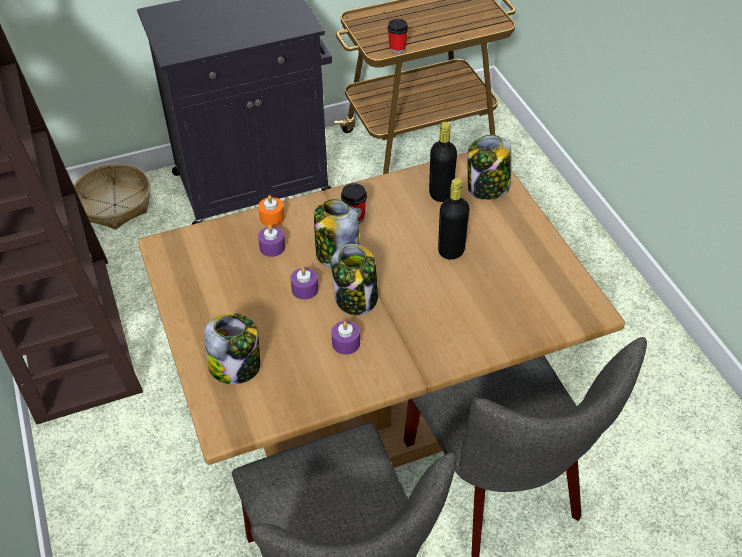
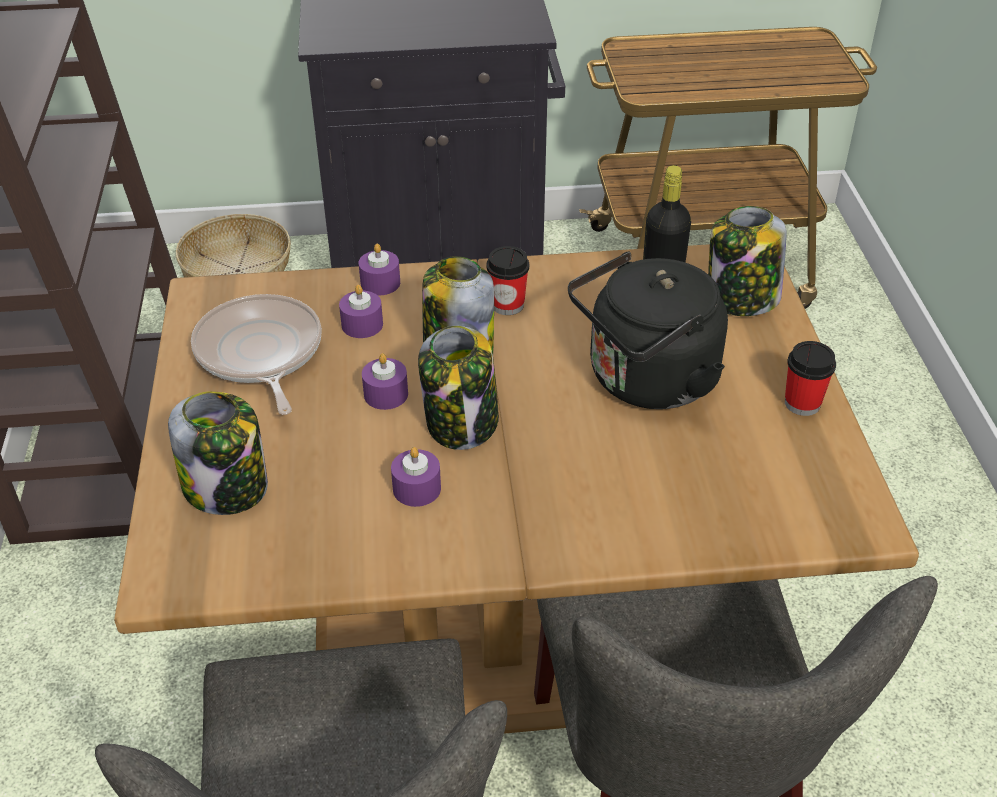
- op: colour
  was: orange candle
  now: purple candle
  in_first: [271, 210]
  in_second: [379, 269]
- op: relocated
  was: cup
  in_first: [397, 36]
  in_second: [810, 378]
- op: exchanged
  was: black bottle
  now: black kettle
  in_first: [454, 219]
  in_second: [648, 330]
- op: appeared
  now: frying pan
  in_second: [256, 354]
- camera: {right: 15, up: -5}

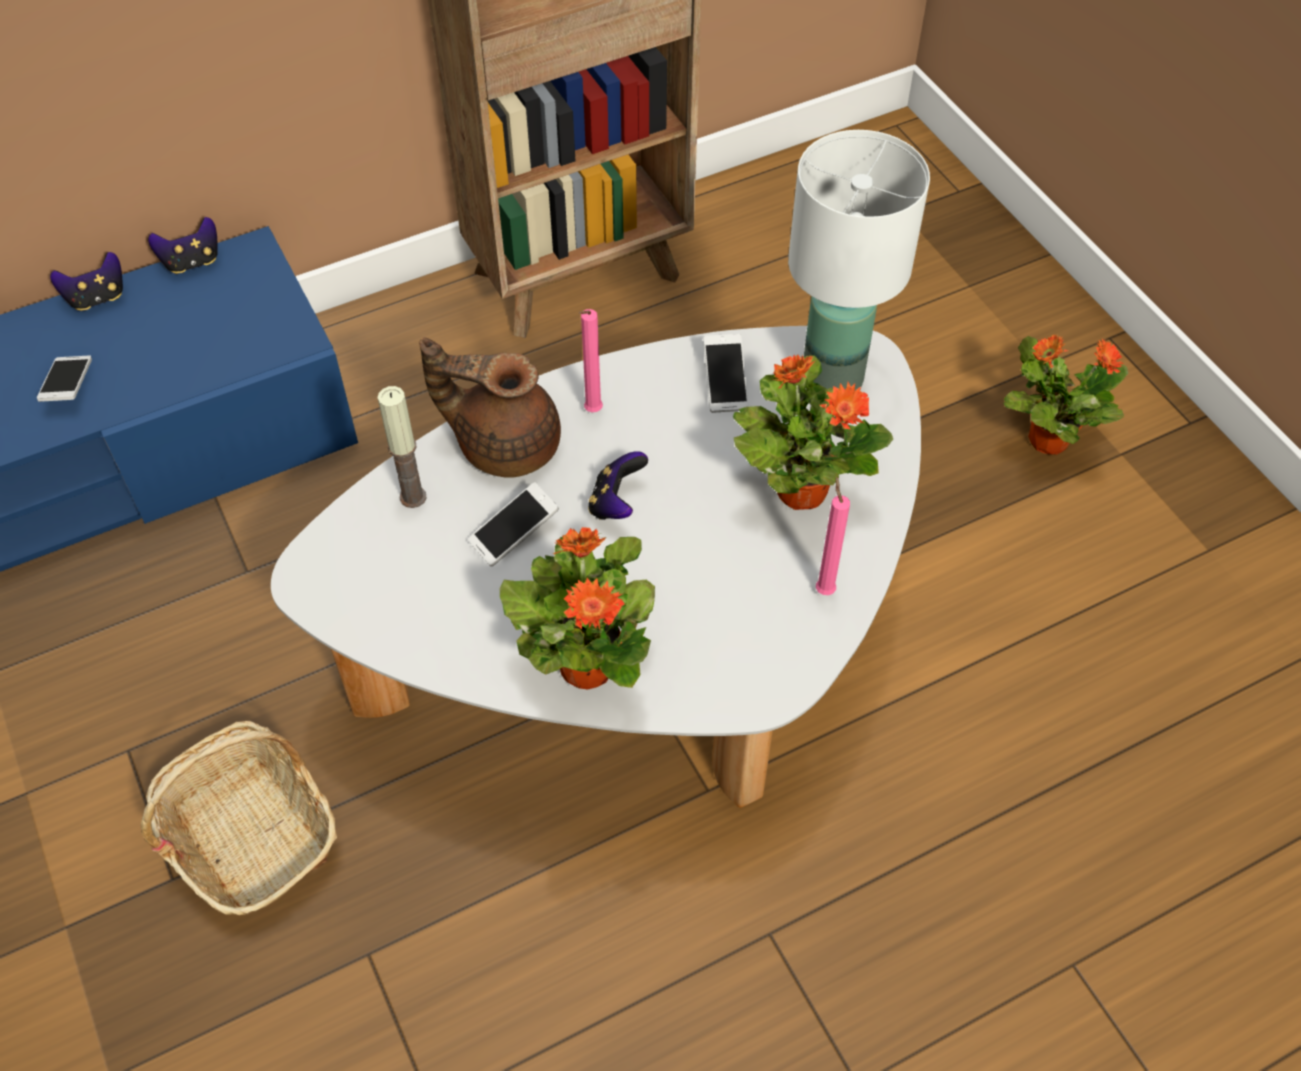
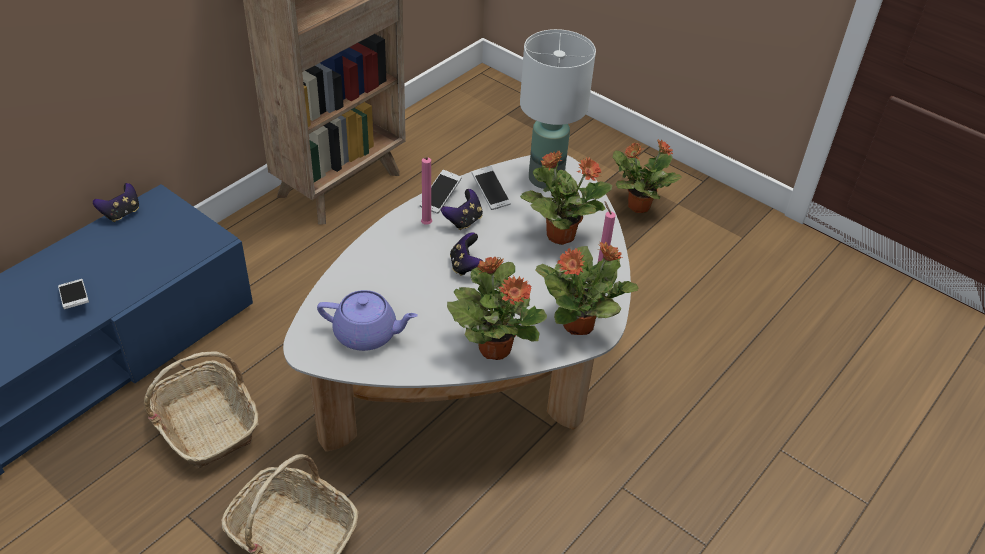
- op: relocated
  was: game controller
  in_first: [86, 281]
  in_second: [462, 209]
- op: missing
  was: candle
  in_first: [402, 447]
- op: missing
  was: brown teapot
  in_first: [490, 407]
- op: relocated
  was: phone
  in_first: [513, 524]
  in_second: [440, 192]
- op: appeared
  now: basket
  in_second: [201, 409]
- op: appeared
  now: purple teapot
  in_second: [367, 320]
- op: appeared
  now: potted plant
  in_second: [586, 288]
- camera: {right: -25, up: -10}

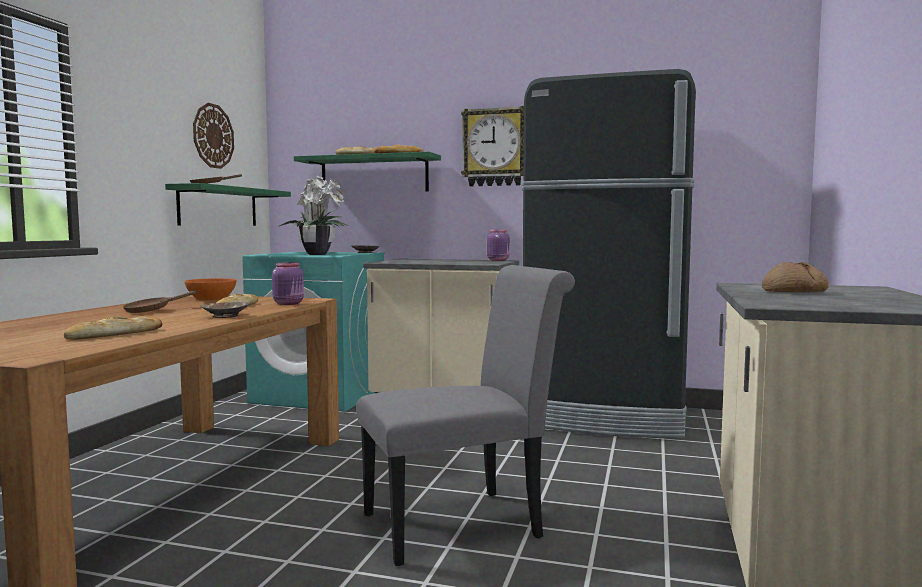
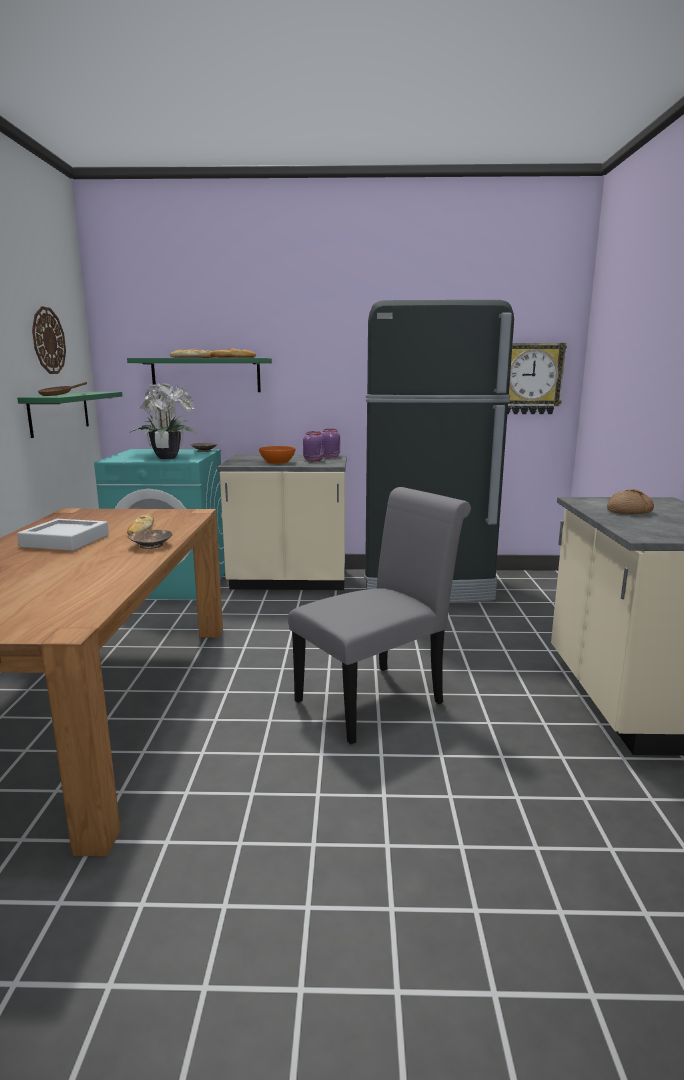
- op: missing
  was: bread
  in_first: [113, 327]
- op: exchanged
  was: brown frying pan
  now: grey tray
  in_first: [160, 302]
  in_second: [63, 535]
- op: relocated
  was: orange bowl
  in_first: [210, 289]
  in_second: [277, 455]
- op: relocated
  was: purple jar
  in_first: [288, 283]
  in_second: [313, 446]
- op: relocated
  was: wall clock
  in_first: [492, 146]
  in_second: [537, 378]
- camera: {right: -15, up: 10}

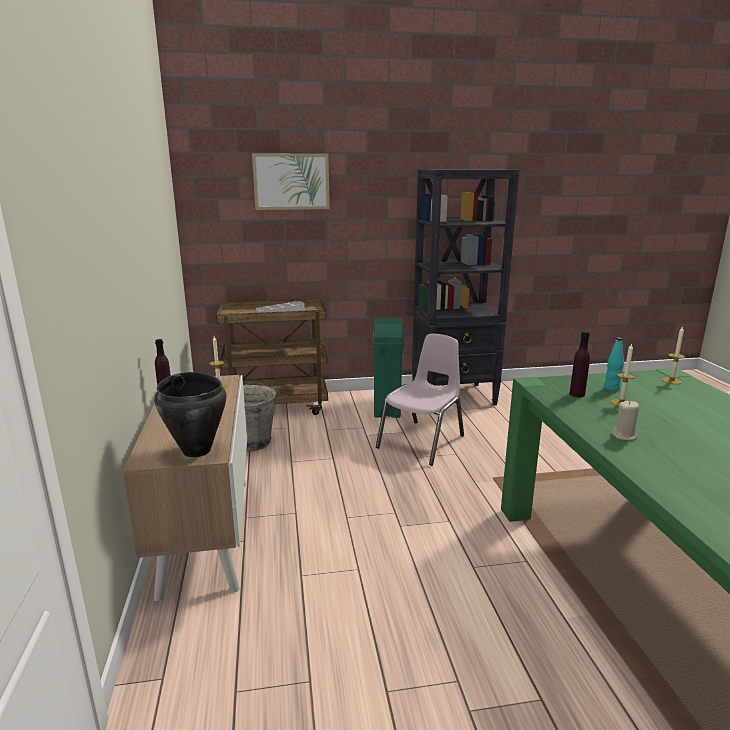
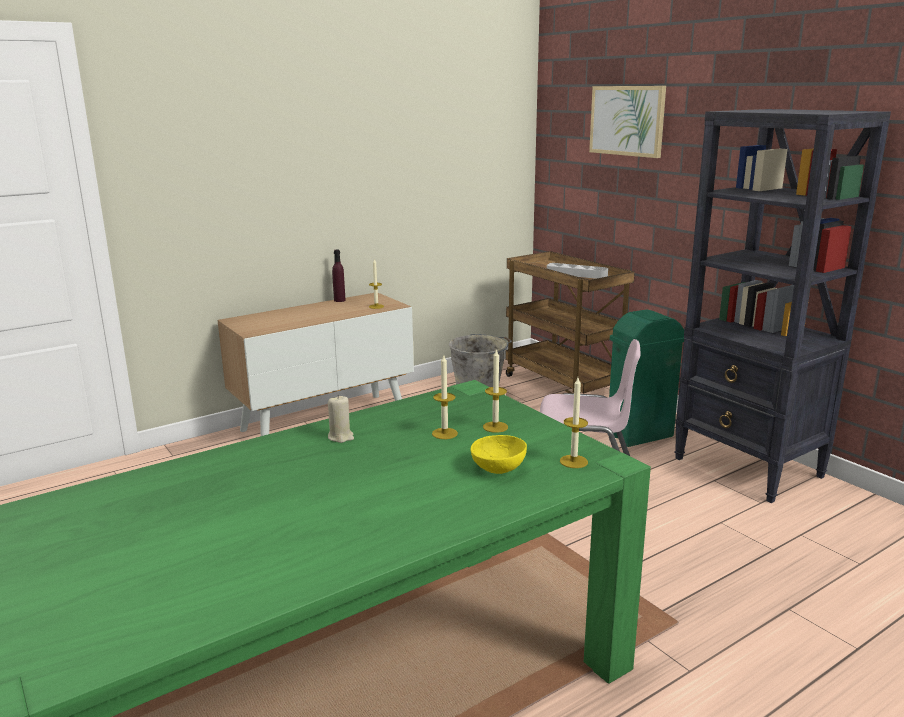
- op: missing
  was: black cooking pot
  in_first: [190, 414]
- op: missing
  was: purple bottle
  in_first: [579, 364]
- op: exchanged
  was: turquoise bottle
  now: candle
  in_first: [614, 364]
  in_second: [495, 391]
- op: appeared
  now: yellow bowl
  in_second: [498, 454]
- camera: {right: 65, up: 0}

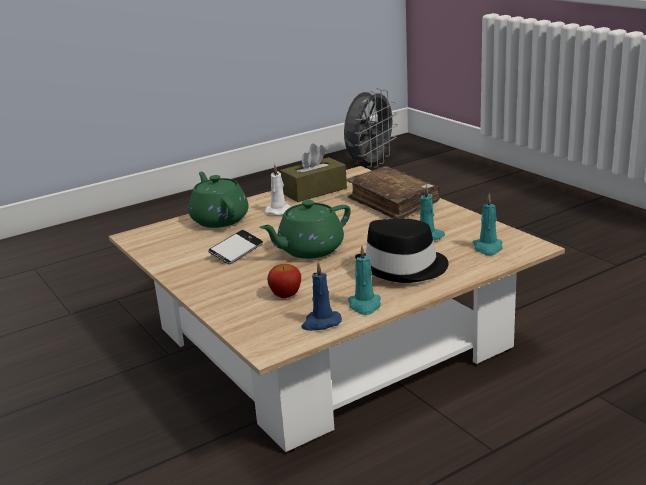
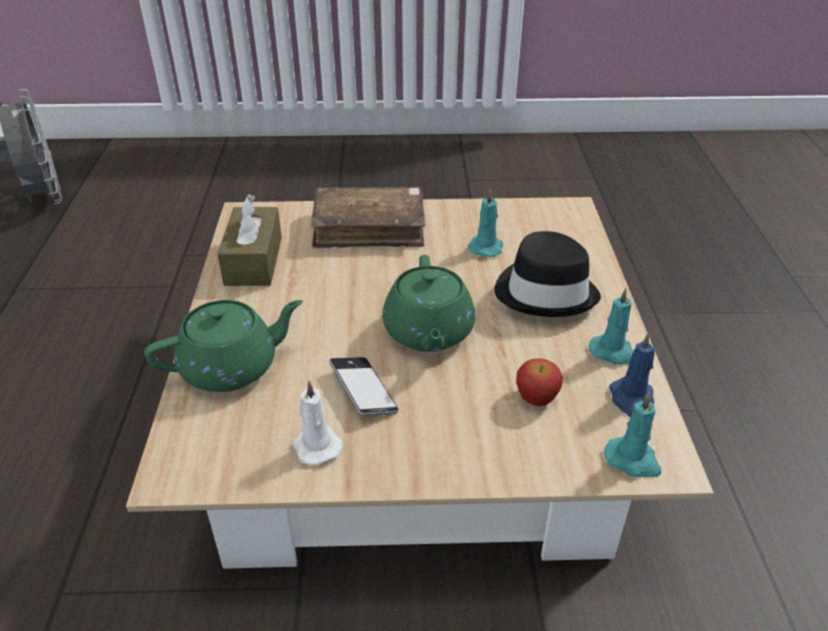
- op: spun
  was: green teapot
  in_first: [218, 200]
  in_second: [223, 346]
  clockwise: 150
- op: relocated
  was: white candle
  in_first: [278, 189]
  in_second: [318, 423]
- op: relocated
  was: turquoise candle
  in_first: [488, 224]
  in_second: [632, 434]
- camera: {right: -60, up: 15}

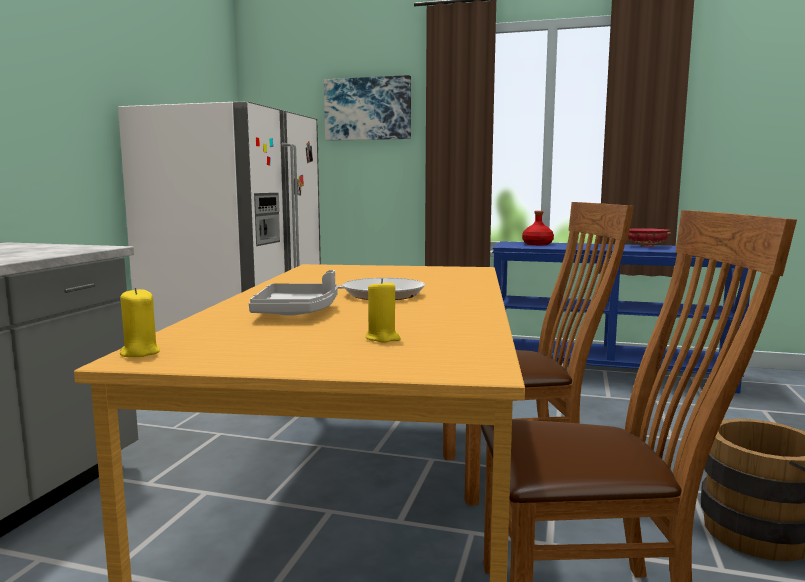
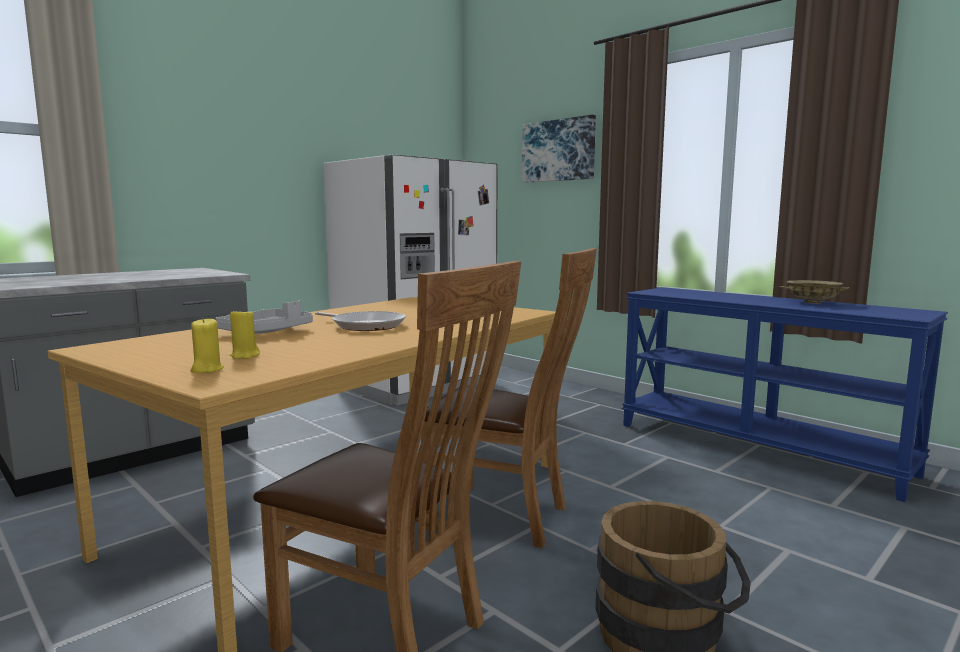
- op: relocated
  was: yellow candle
  in_first: [140, 322]
  in_second: [207, 345]
- op: missing
  was: red bottle
  in_first: [538, 228]
- op: colour
  was: red bowl
  now: beige bowl
  in_first: [649, 237]
  in_second: [814, 292]
- camera: {right: 30, up: 0}

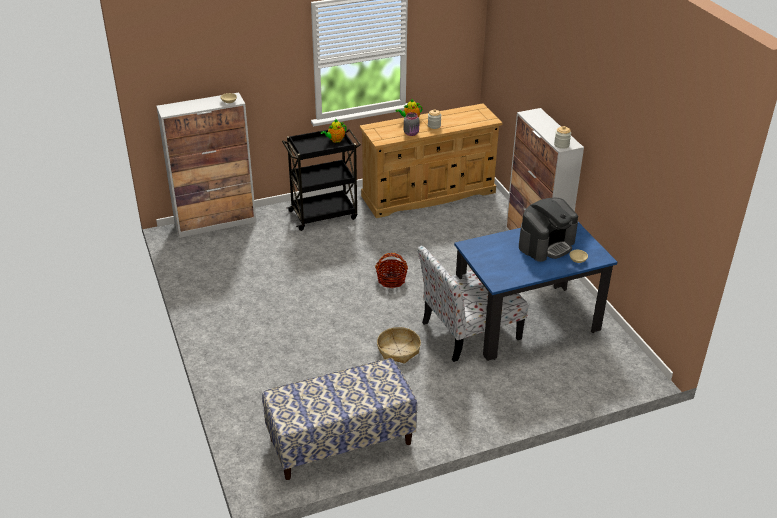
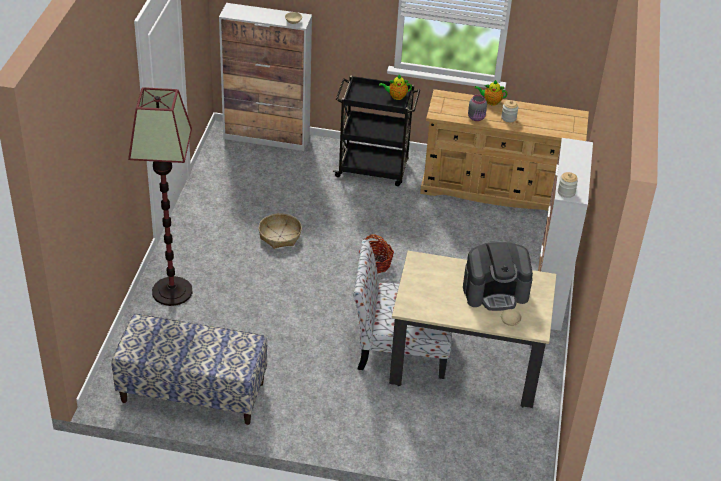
- op: relocated
  was: basket
  in_first: [399, 345]
  in_second: [280, 231]
- op: colour
  was: blue dining table
  now: beige dining table
  in_first: [535, 291]
  in_second: [472, 329]
- op: appeared
  now: floor lamp
  in_second: [160, 196]
- camera: {right: 30, up: 5}

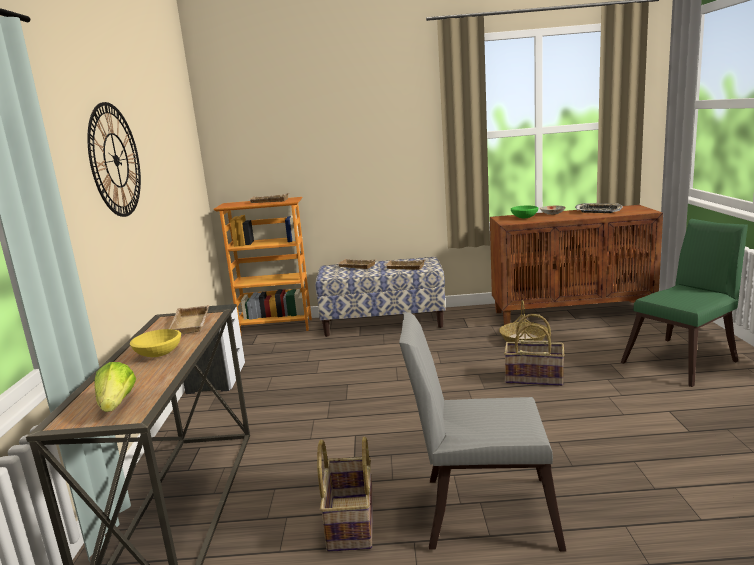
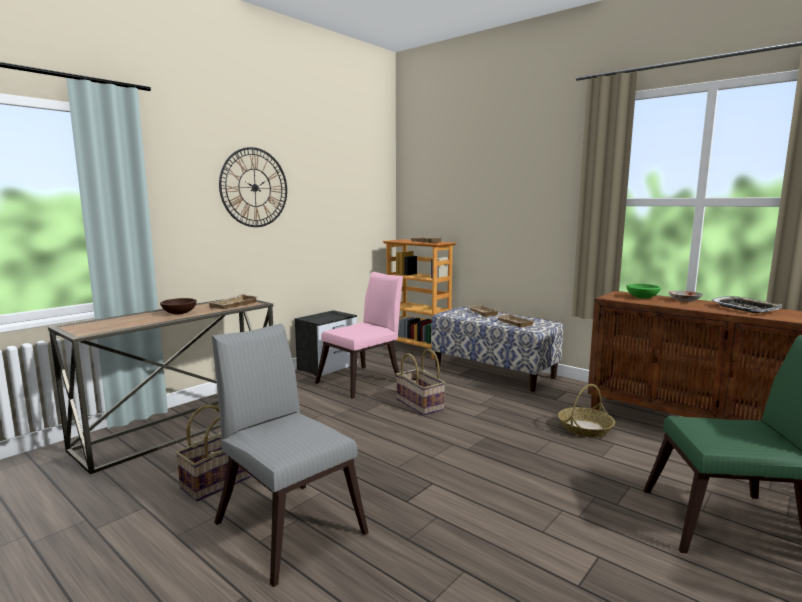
- op: missing
  was: lettuce
  in_first: [115, 387]
- op: colour
  was: yellow bowl
  now: brown bowl
  in_first: [155, 343]
  in_second: [178, 306]
- op: relocated
  was: basket
  in_first: [534, 350]
  in_second: [421, 382]
- op: appeared
  now: pink chair
  in_second: [359, 335]
- camera: {right: 40, up: -5}

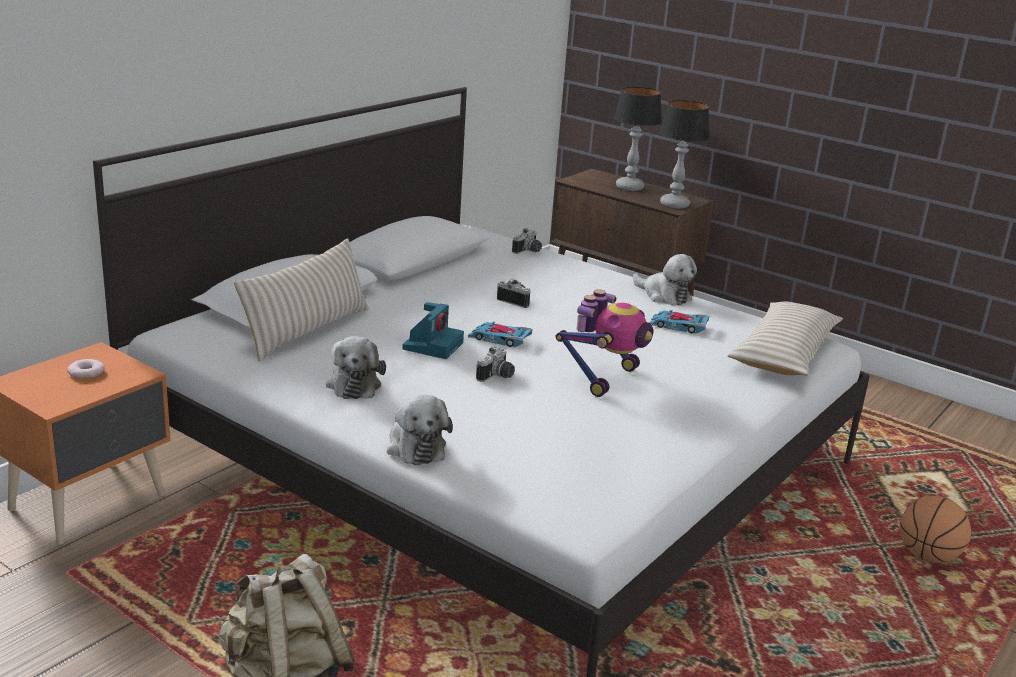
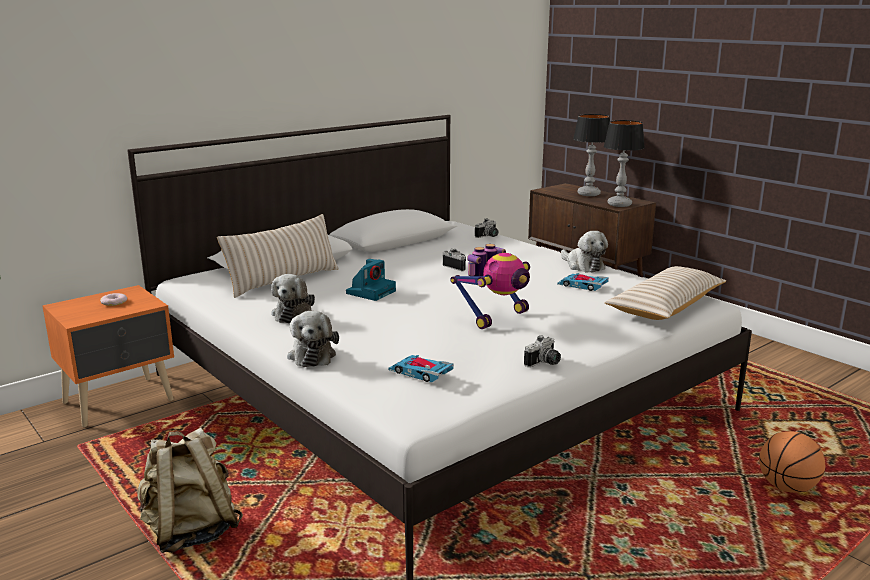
- op: relocated
  was: toy car
  in_first: [500, 334]
  in_second: [421, 368]
- op: relocated
  was: photo camera
  in_first: [495, 364]
  in_second: [542, 351]
- camera: {right: 15, up: -5}

